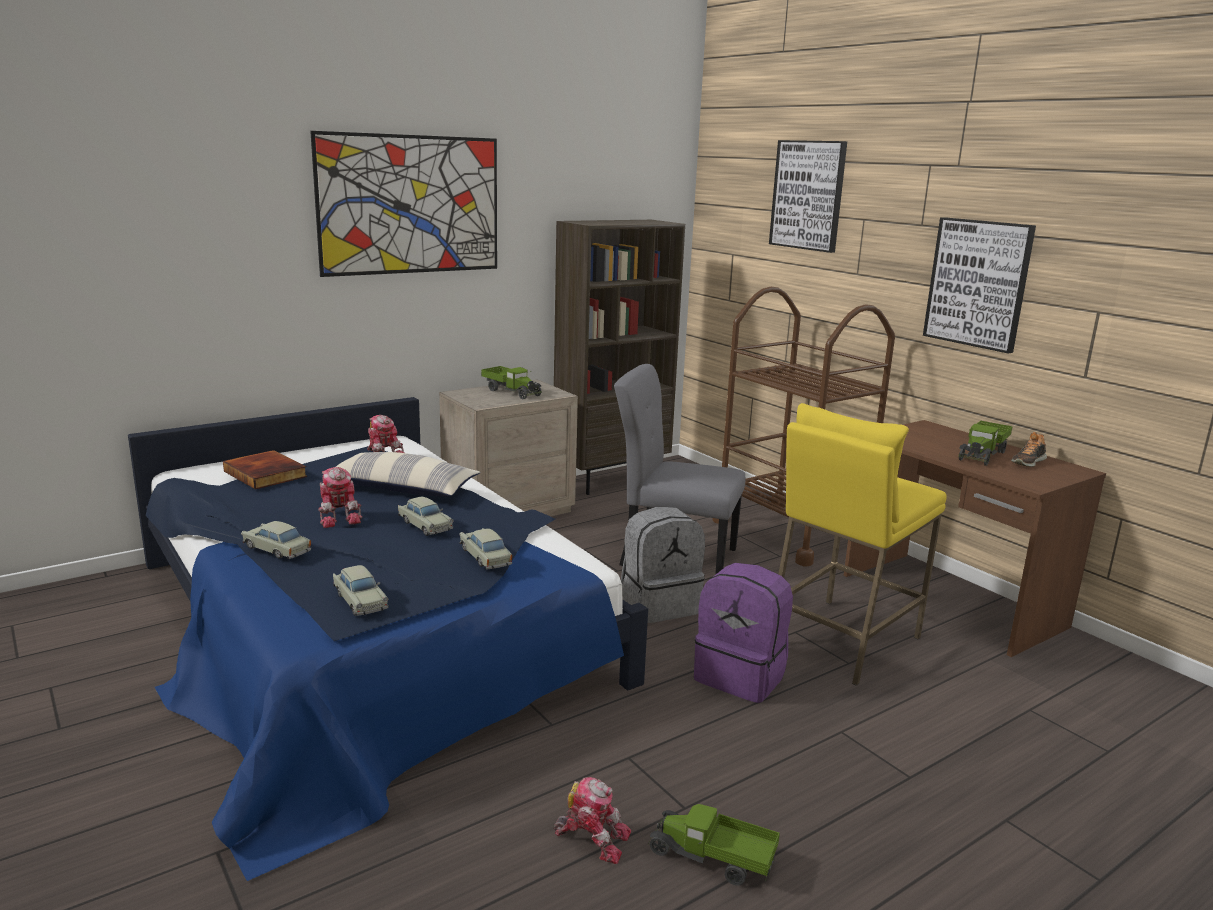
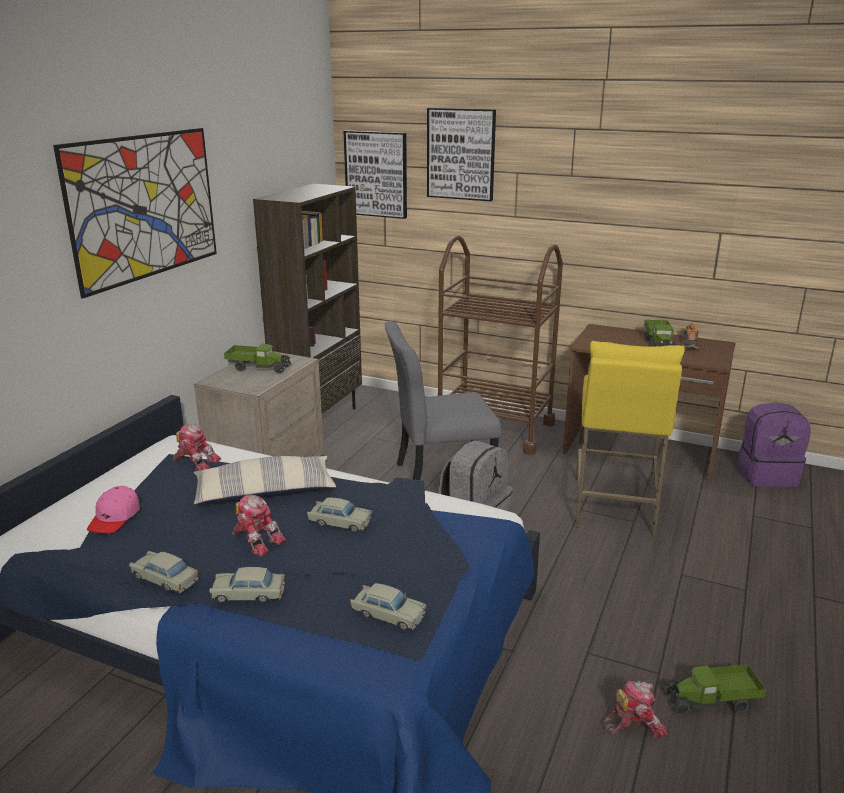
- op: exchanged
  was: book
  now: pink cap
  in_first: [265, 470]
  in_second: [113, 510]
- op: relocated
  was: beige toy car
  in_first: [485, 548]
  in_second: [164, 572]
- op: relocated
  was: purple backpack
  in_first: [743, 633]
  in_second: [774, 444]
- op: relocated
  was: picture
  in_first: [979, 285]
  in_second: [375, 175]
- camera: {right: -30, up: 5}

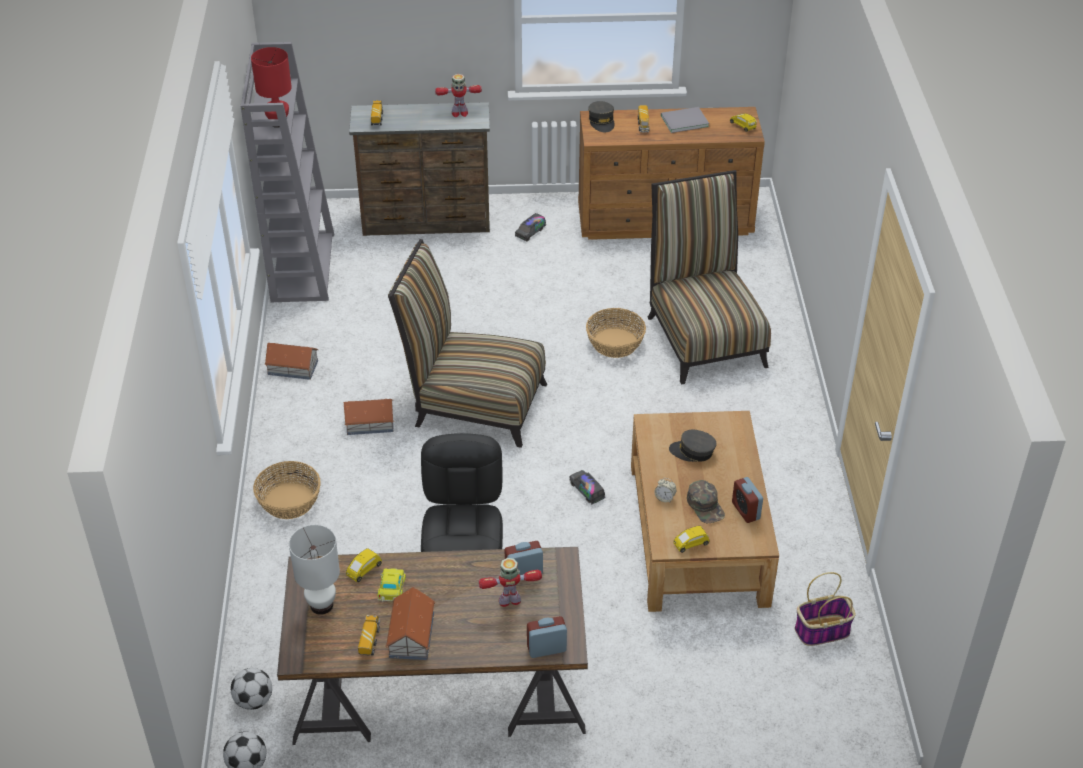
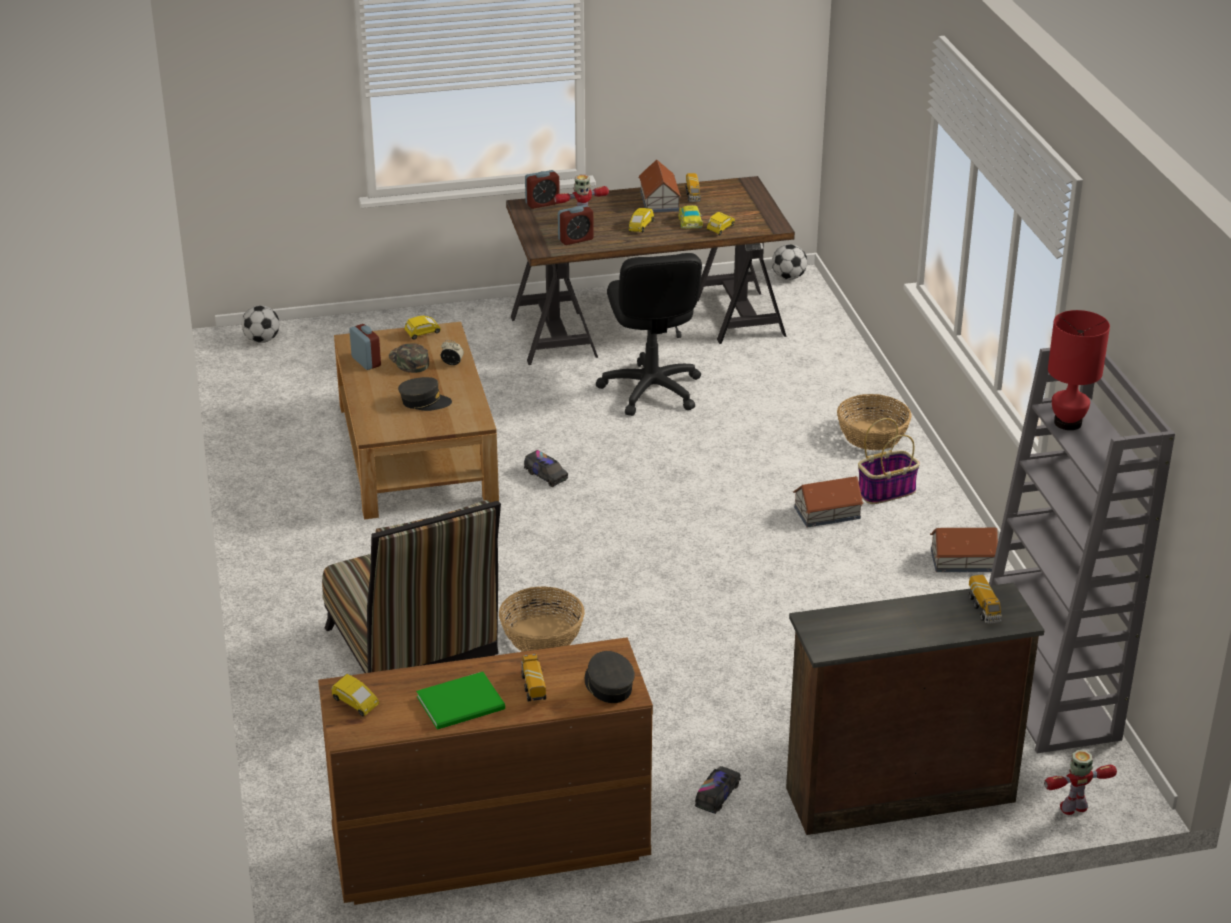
- op: relocated
  was: football
  in_first: [251, 689]
  in_second: [261, 324]
- op: missing
  was: white table lamp
  in_first: [314, 570]
- op: missing
  was: chair
  in_first: [467, 343]
- op: relocated
  was: toy robot
  in_first: [458, 95]
  in_second: [1080, 782]
- op: colour
  was: grey book
  now: green book
  in_first: [685, 120]
  in_second: [460, 701]
- op: relocated
  was: basket
  in_first: [825, 609]
  in_second: [889, 461]
- op: appeared
  now: yellow toy car
  in_second: [641, 220]
- camera: {right: 170, up: -10}

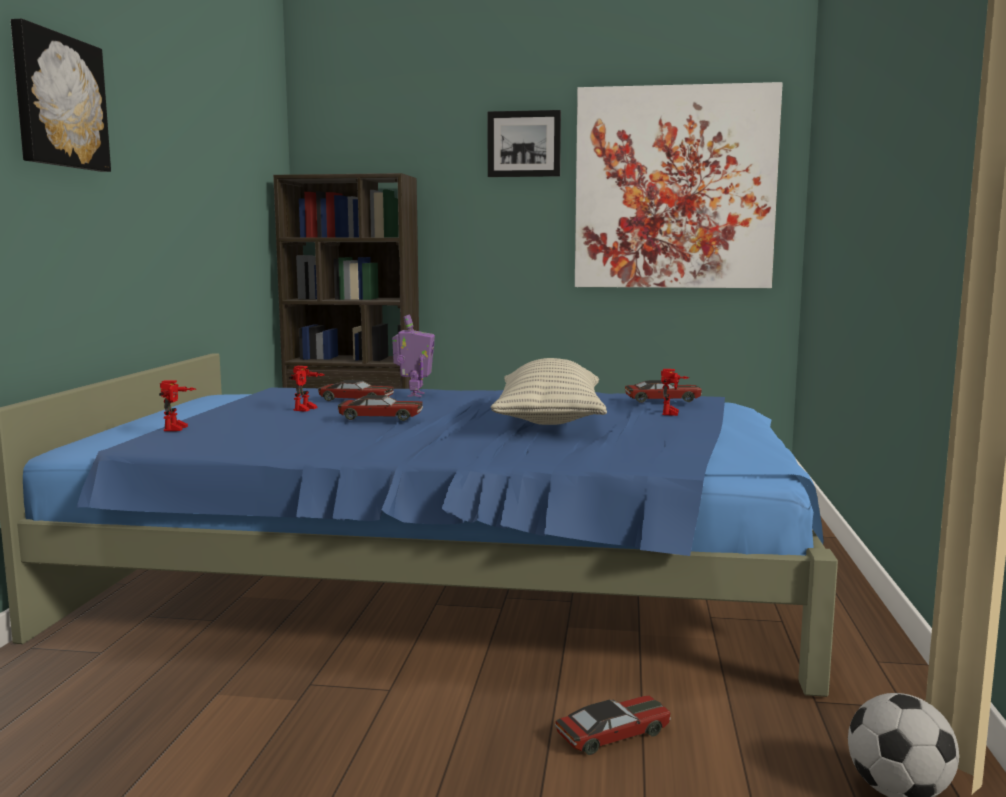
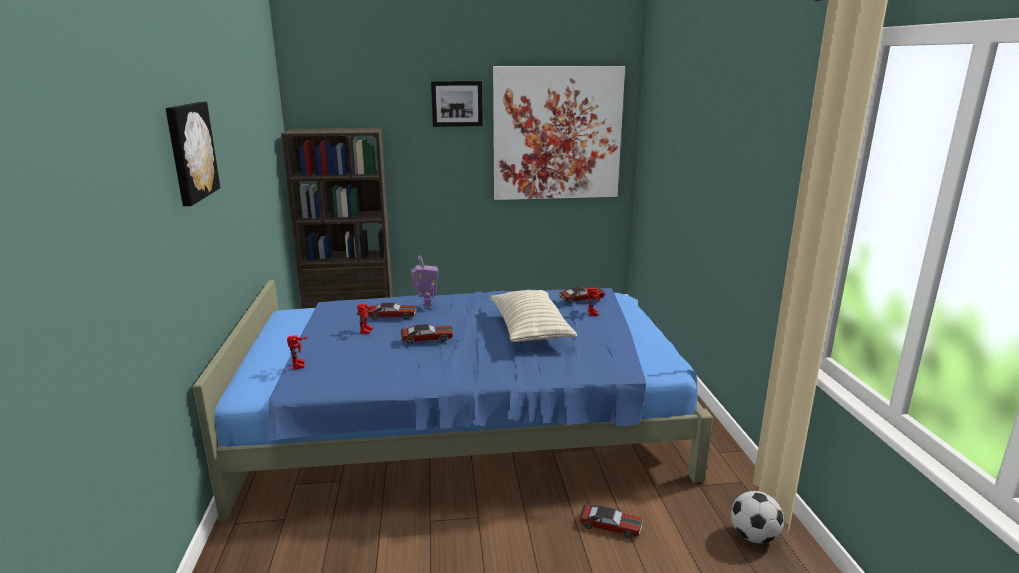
- op: spun
  was: toy car
  in_first: [613, 725]
  in_second: [610, 521]
  clockwise: 60
- camera: {right: -15, up: 10}

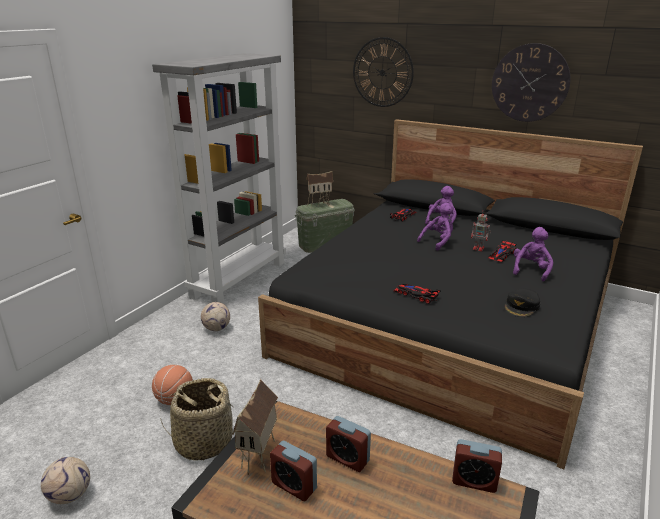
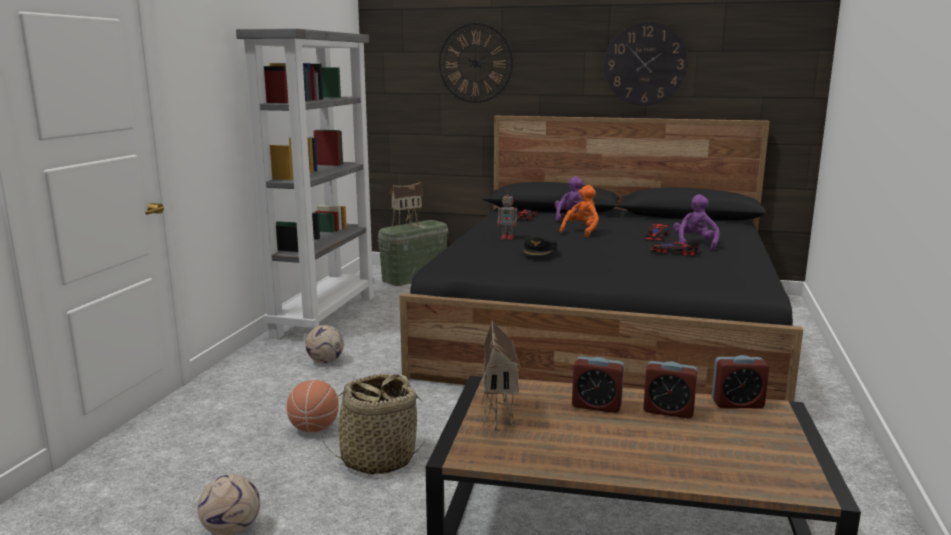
- op: relocated
  was: alarm clock
  in_first: [293, 471]
  in_second: [670, 390]
- op: relocated
  was: toy car
  in_first: [417, 293]
  in_second: [675, 249]
- op: colour
  was: purple plush toy
  now: orange plush toy
  in_first: [435, 226]
  in_second: [579, 211]
- op: relocated
  was: toy robot
  in_first: [481, 230]
  in_second: [508, 215]
- op: relocated
  was: black cap
  in_first: [522, 302]
  in_second: [539, 245]
- camera: {right: -15, up: -10}

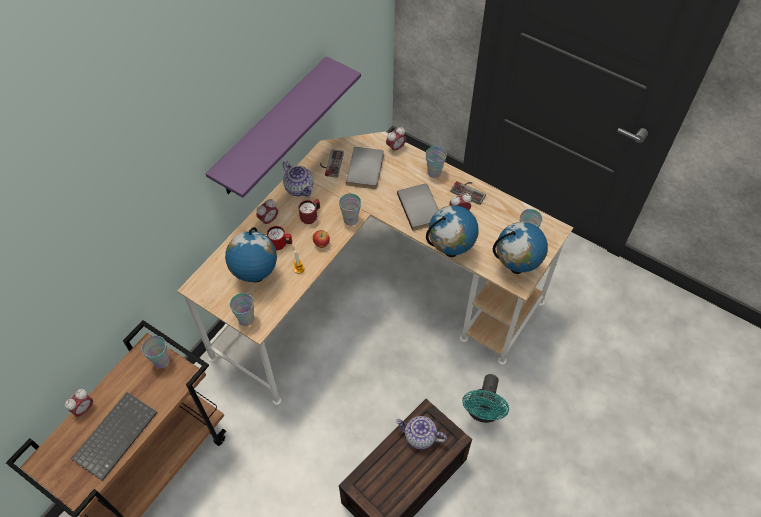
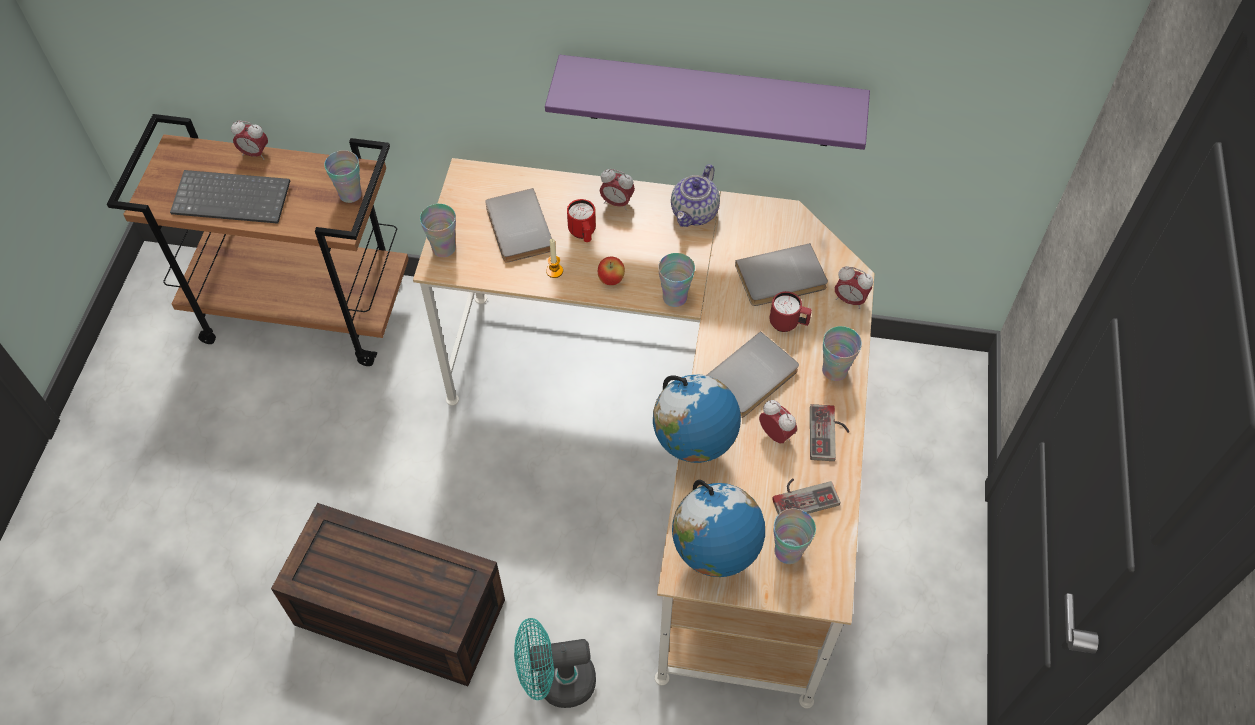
- op: exchanged
  was: globe
  now: grey book
  in_first: [251, 254]
  in_second: [518, 225]
- op: relocated
  was: red mug
  in_first: [309, 211]
  in_second: [791, 311]
- op: relocated
  was: game controller
  in_first: [332, 163]
  in_second: [806, 496]
- op: missing
  was: teapot
  in_first: [421, 432]
- camera: {right: 65, up: 0}

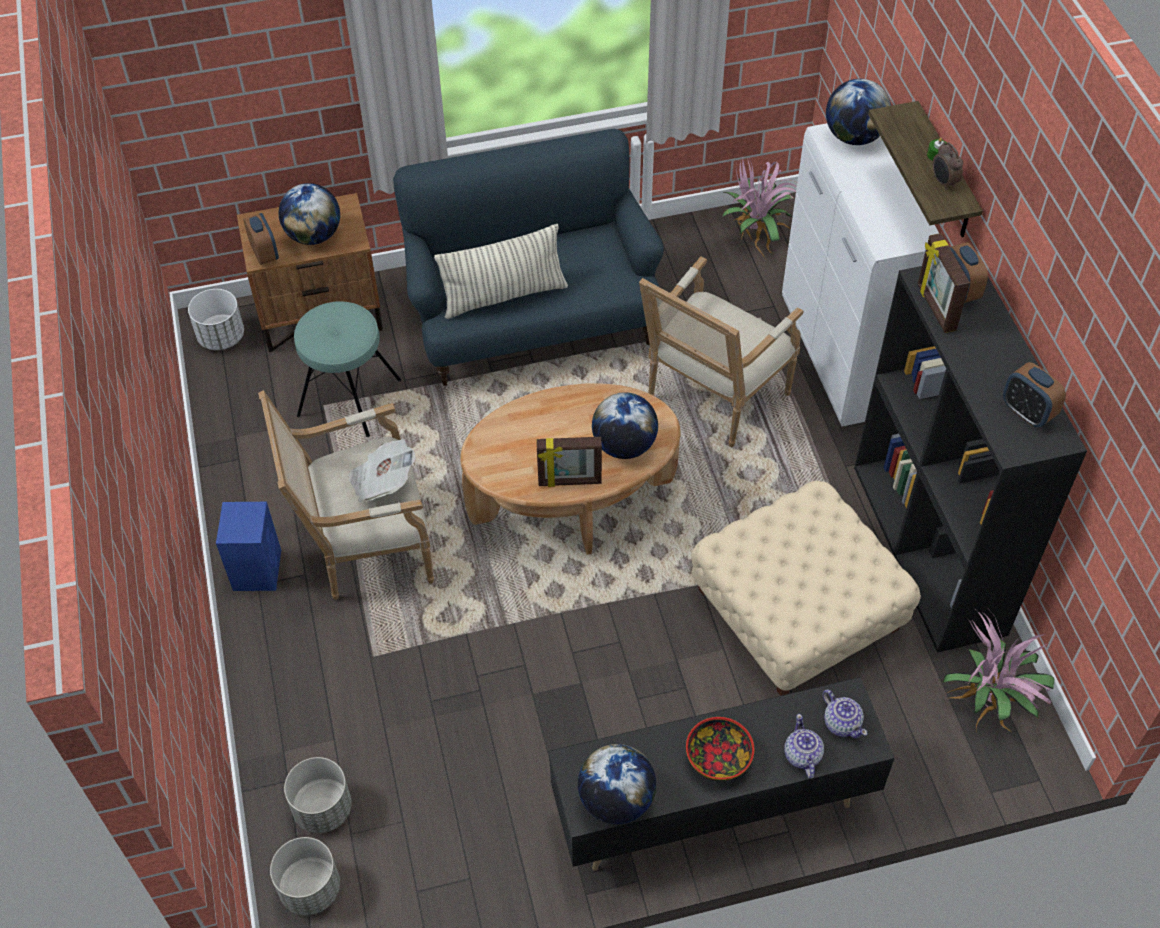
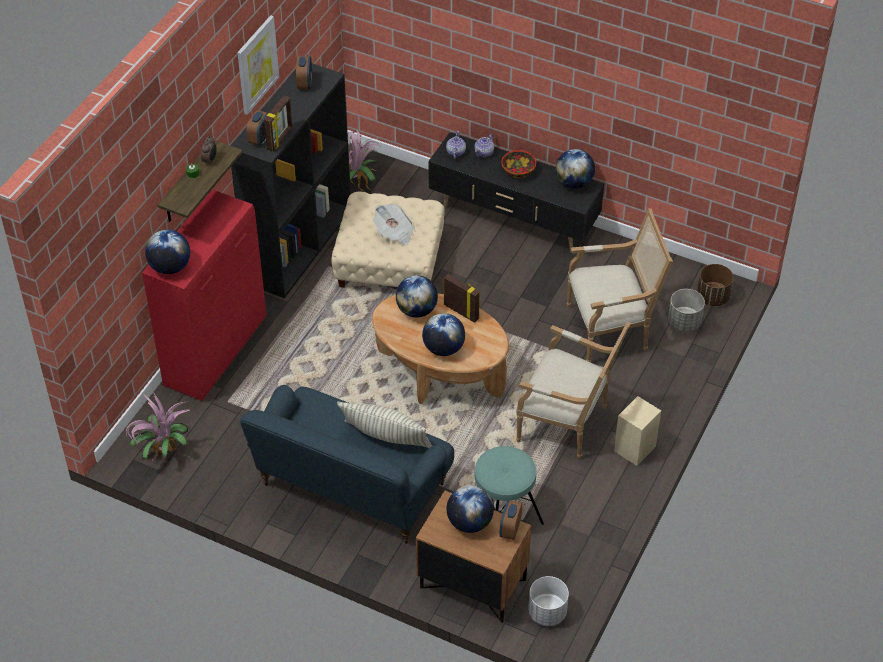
- op: colour
  was: blue speaker
  now: beige speaker
  in_first: [248, 546]
  in_second: [637, 431]
- op: colour
  was: grey planter
  now: brown planter
  in_first: [305, 876]
  in_second: [715, 285]
- op: relocated
  was: newspaper
  in_first: [382, 470]
  in_second: [394, 224]
- op: relocated
  was: armchair
  in_first: [721, 351]
  in_second: [620, 285]
- op: colour
  was: white cabinet
  now: red cabinet
  in_first: [860, 275]
  in_second: [204, 295]
- op: appeared
  now: picture
  in_second: [258, 65]
- op: appeared
  now: globe
  in_second: [443, 334]
- camera: {right: -140, up: -5}

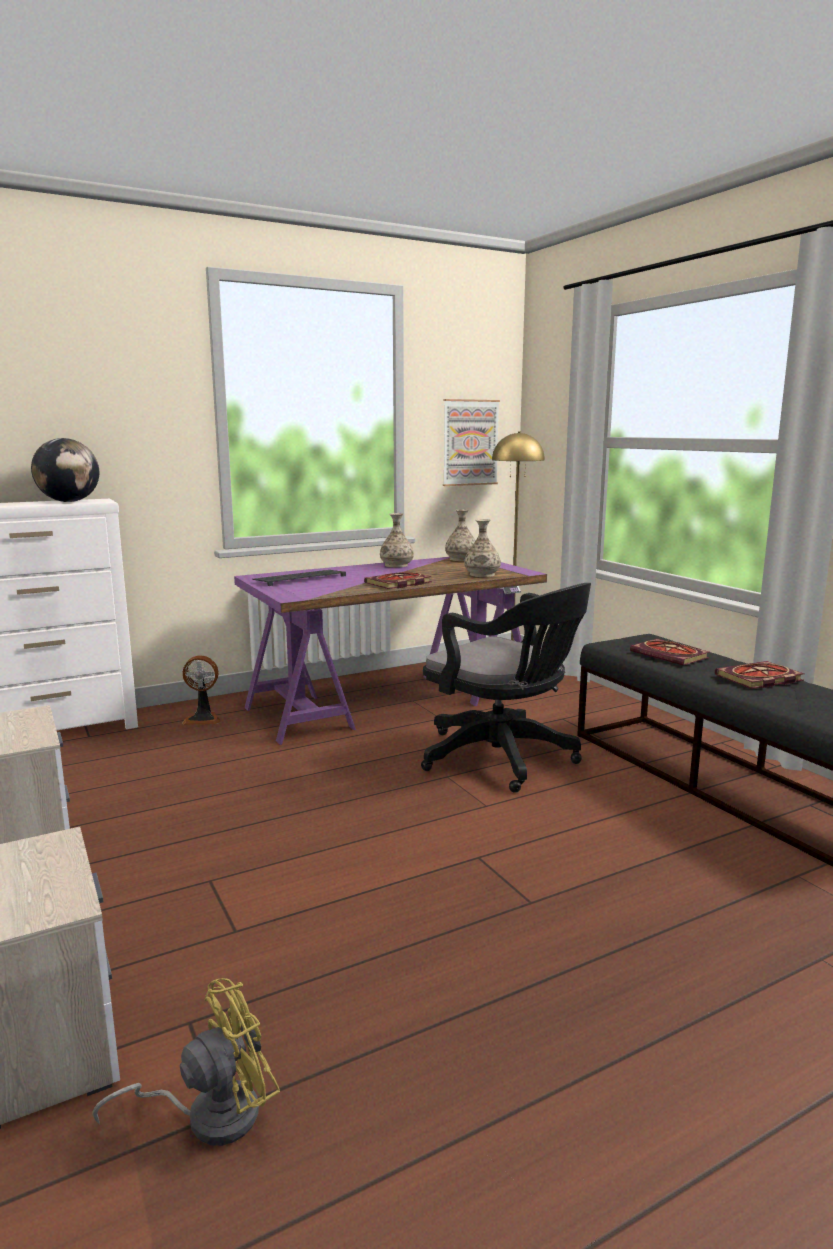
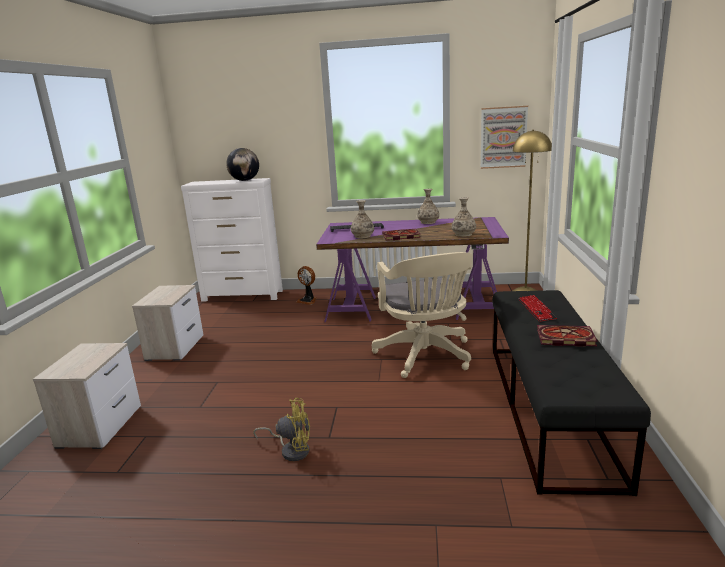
- op: relocated
  was: yellow fan
  in_first: [186, 1062]
  in_second: [281, 429]
- op: colour
  was: black office chair
  now: beige office chair
  in_first: [506, 688]
  in_second: [422, 315]
- op: relocated
  was: vase
  in_first: [460, 535]
  in_second: [362, 219]
- op: exchanged
  was: book
  now: keyboard
  in_first: [669, 652]
  in_second: [538, 308]
- camera: {right: 35, up: 5}

